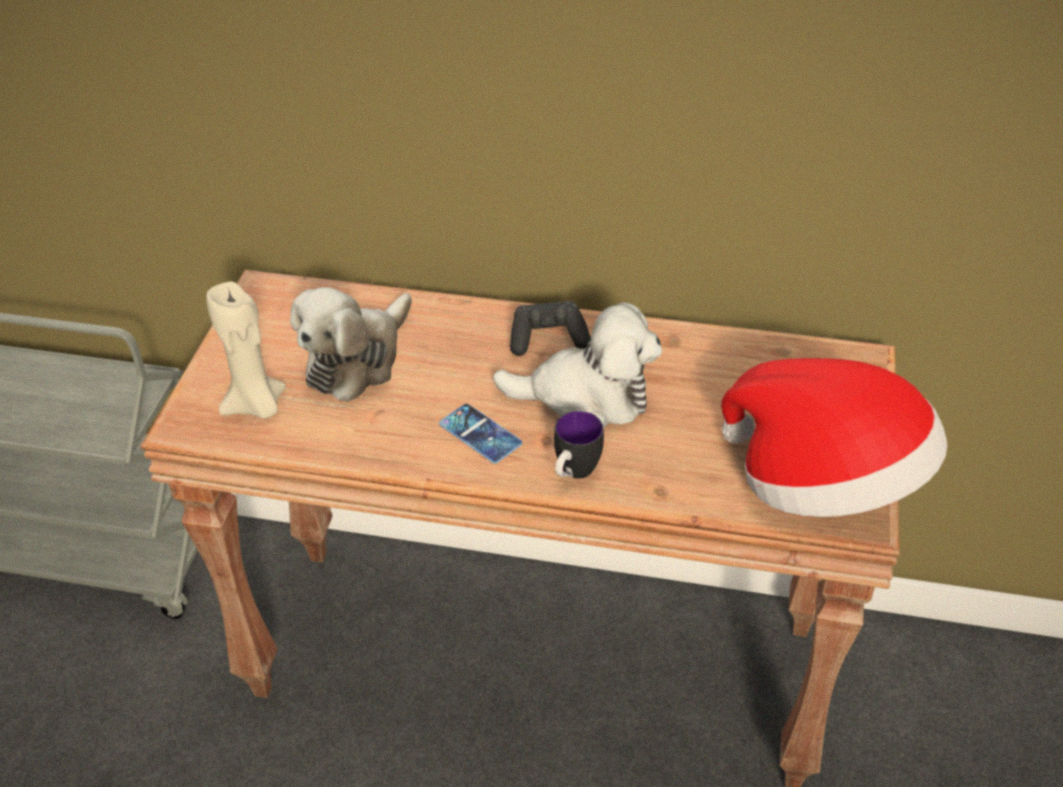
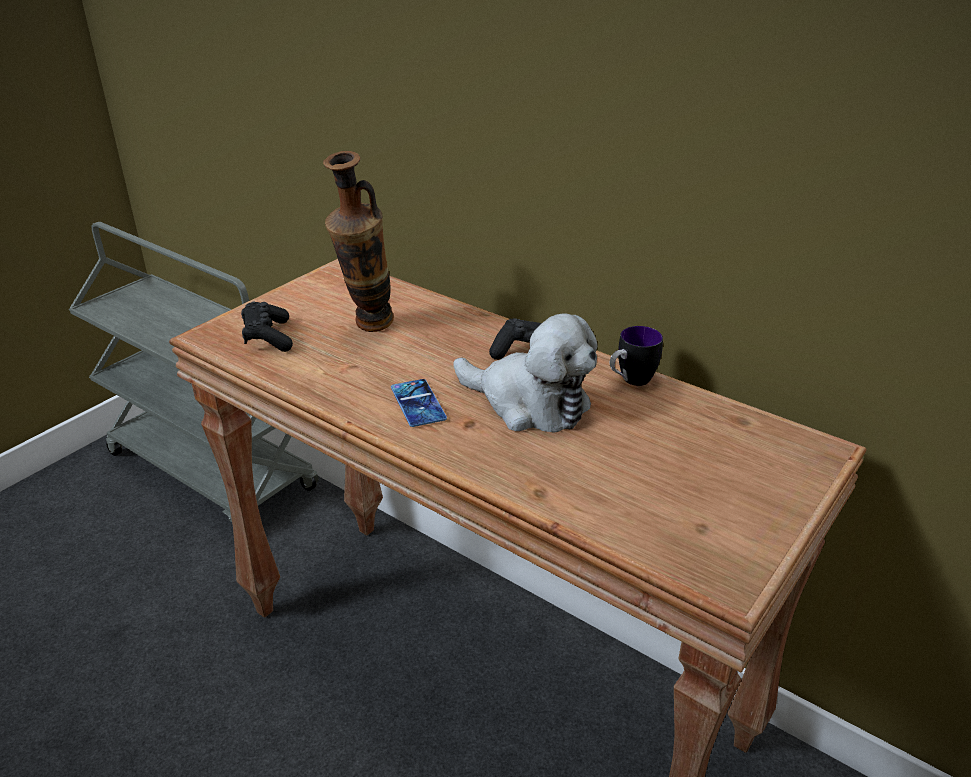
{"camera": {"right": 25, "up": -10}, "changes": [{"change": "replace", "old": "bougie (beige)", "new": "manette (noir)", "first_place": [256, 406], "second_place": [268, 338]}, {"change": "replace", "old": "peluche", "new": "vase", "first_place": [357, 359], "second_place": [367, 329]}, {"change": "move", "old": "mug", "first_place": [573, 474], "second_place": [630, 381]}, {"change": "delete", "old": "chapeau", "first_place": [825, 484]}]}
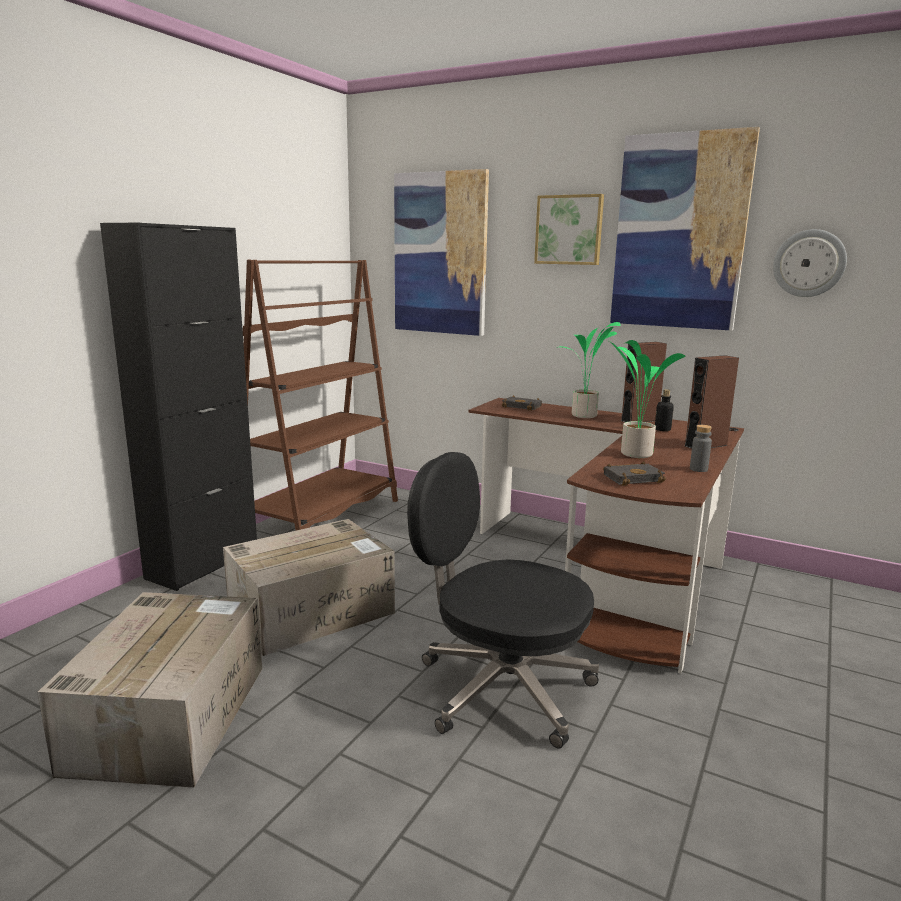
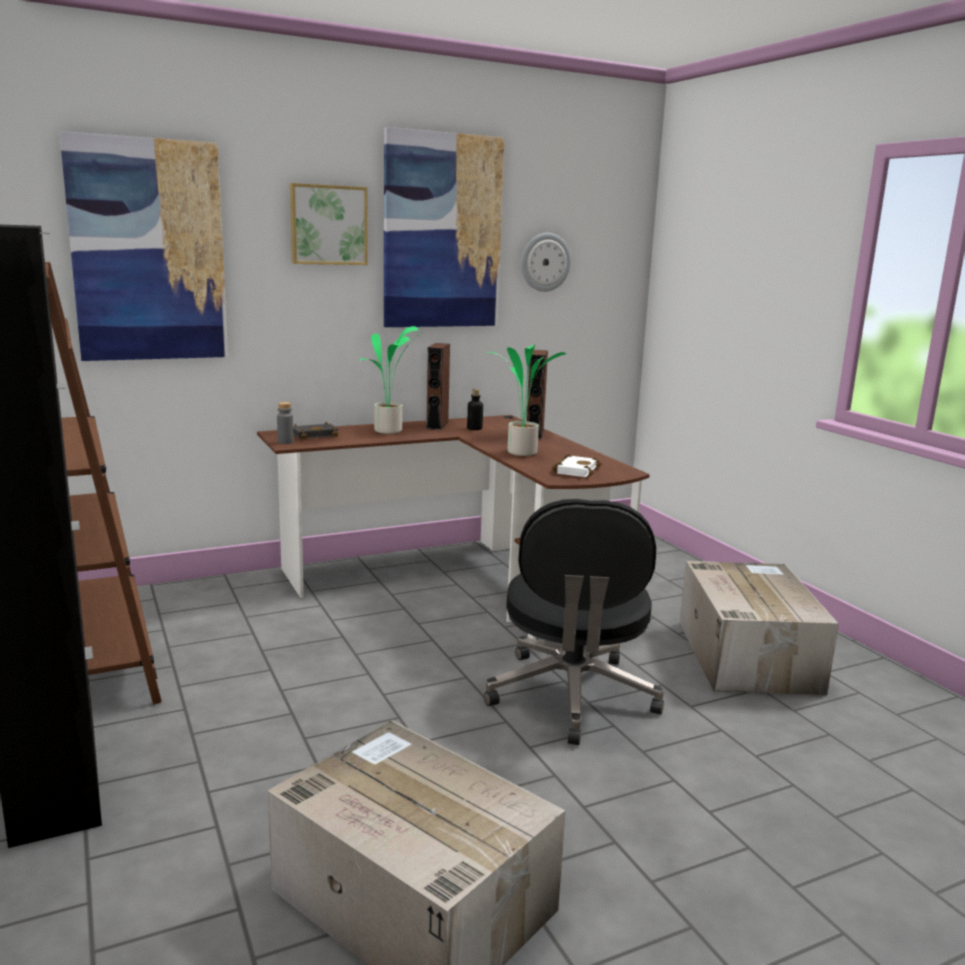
{"camera": {"right": -55, "up": 0}, "changes": [{"change": "move", "old": "bouteille (gris)", "first_place": [698, 469], "second_place": [285, 442]}, {"change": "rotate", "old": "chaise de bureau (noir)", "first_place": [501, 688], "second_place": [571, 696], "degrees": -60}, {"change": "recolor", "old": "livre (noir)", "new": "livre (blanc)", "first_place": [633, 478], "second_place": [575, 470]}, {"change": "move", "old": "carton", "first_place": [313, 610], "second_place": [746, 655]}]}
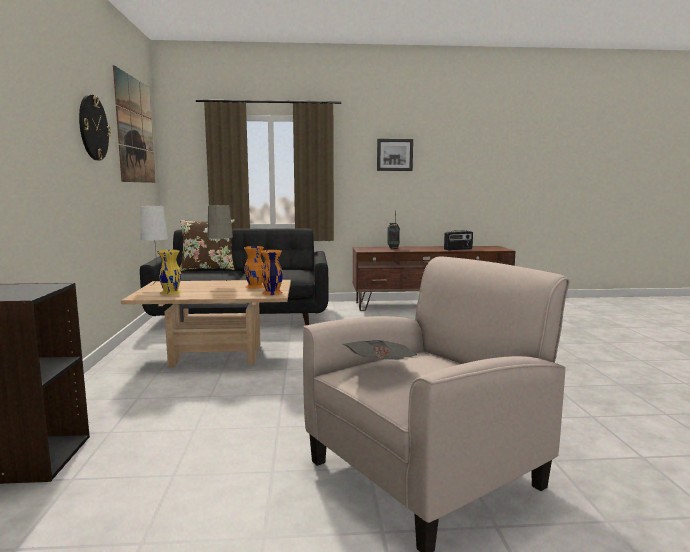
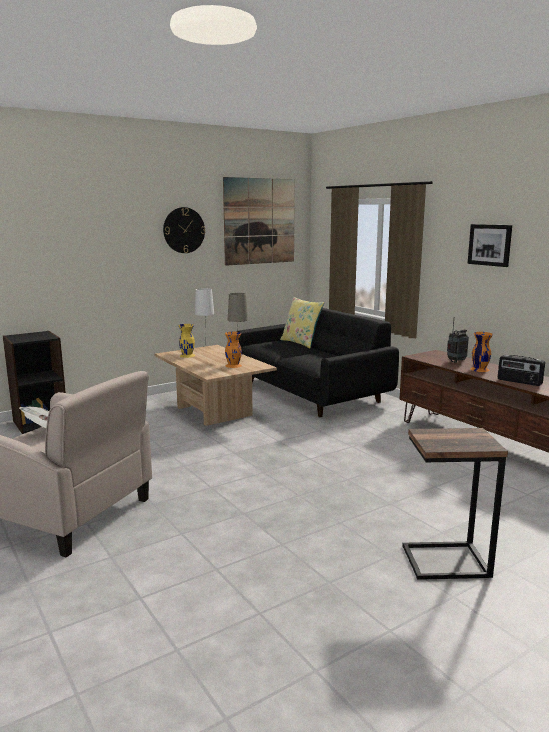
{"camera": {"right": 60, "up": 5}, "changes": [{"change": "recolor", "old": "coussin (marron)", "new": "coussin (jaune)", "first_place": [208, 269], "second_place": [301, 343]}, {"change": "insert", "new": "table d'appoint", "second_place": [446, 562]}, {"change": "move", "old": "vase (orange)", "first_place": [272, 292], "second_place": [479, 369]}]}
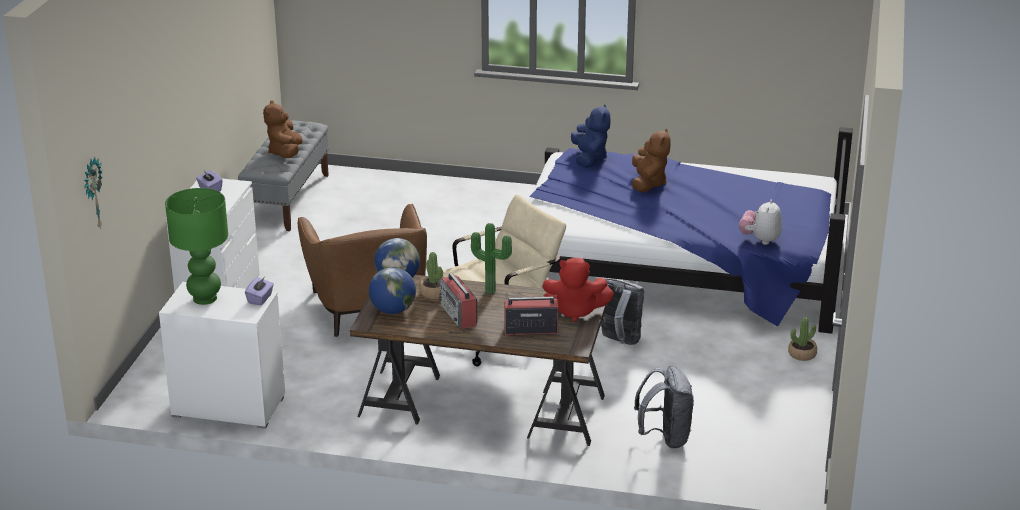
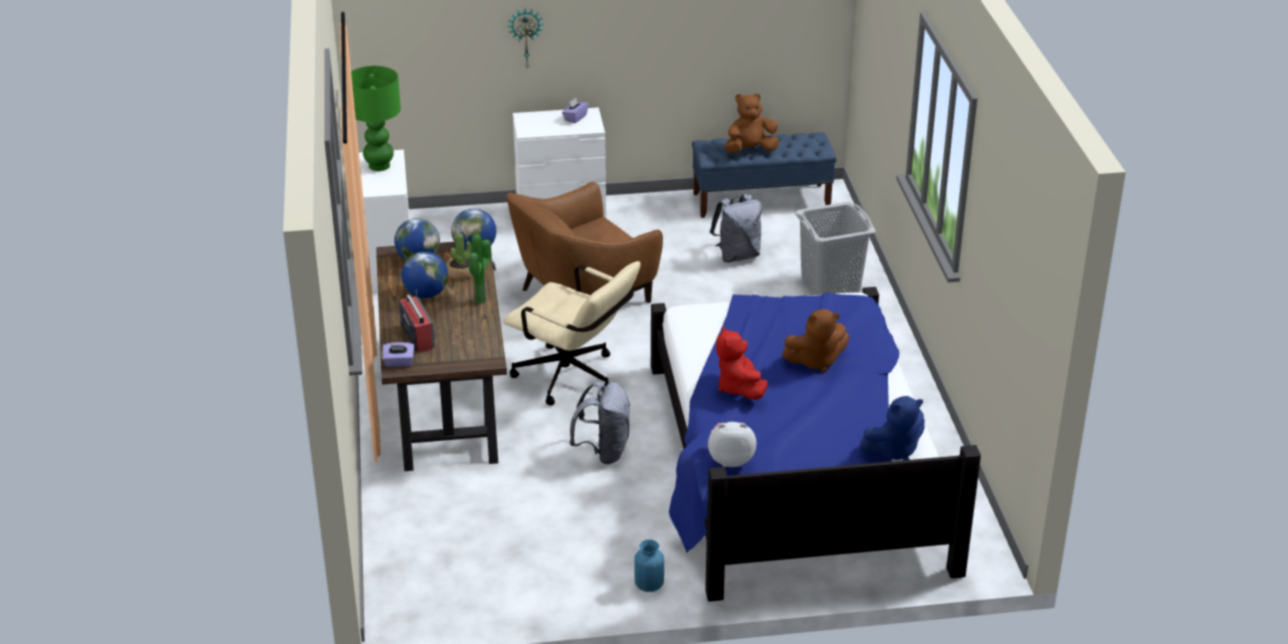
{"camera": {"right": 70, "up": 5}, "changes": [{"change": "move", "old": "boîte à mouchoirs (violet)", "first_place": [260, 299], "second_place": [399, 363]}, {"change": "replace", "old": "radio", "new": "globe", "first_place": [459, 315], "second_place": [426, 294]}, {"change": "move", "old": "horloge murale", "first_place": [92, 193], "second_place": [525, 37]}, {"change": "replace", "old": "plante en pot", "new": "vase (bleu)", "first_place": [802, 354], "second_place": [649, 585]}, {"change": "recolor", "old": "banc (gris)", "new": "banc (bleu)", "first_place": [287, 200], "second_place": [762, 200]}, {"change": "move", "old": "sac à dos (gris)", "first_place": [665, 438], "second_place": [737, 255]}, {"change": "move", "old": "peluche (rouge)", "first_place": [575, 311], "second_place": [739, 388]}, {"change": "insert", "new": "panier à linge (gris)", "second_place": [829, 287]}, {"change": "move", "old": "peluche (bleu)", "first_place": [589, 159], "second_place": [893, 450]}]}
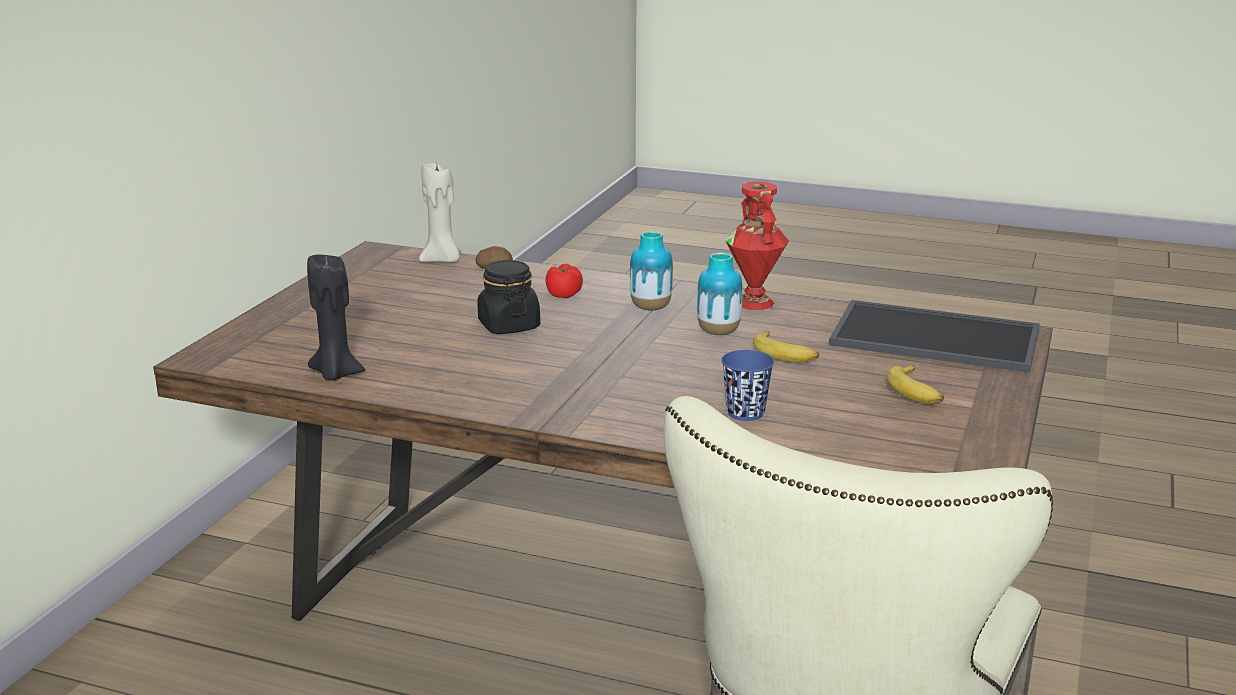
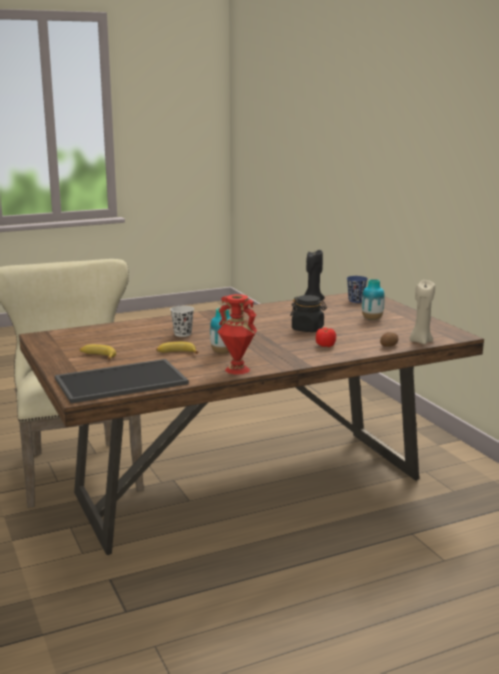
{"camera": {"right": 135, "up": -5}, "changes": [{"change": "insert", "new": "tasse (blanc)", "second_place": [182, 334]}, {"change": "move", "old": "tasse (bleu)", "first_place": [745, 413], "second_place": [356, 300]}, {"change": "move", "old": "vase", "first_place": [650, 308], "second_place": [372, 319]}]}
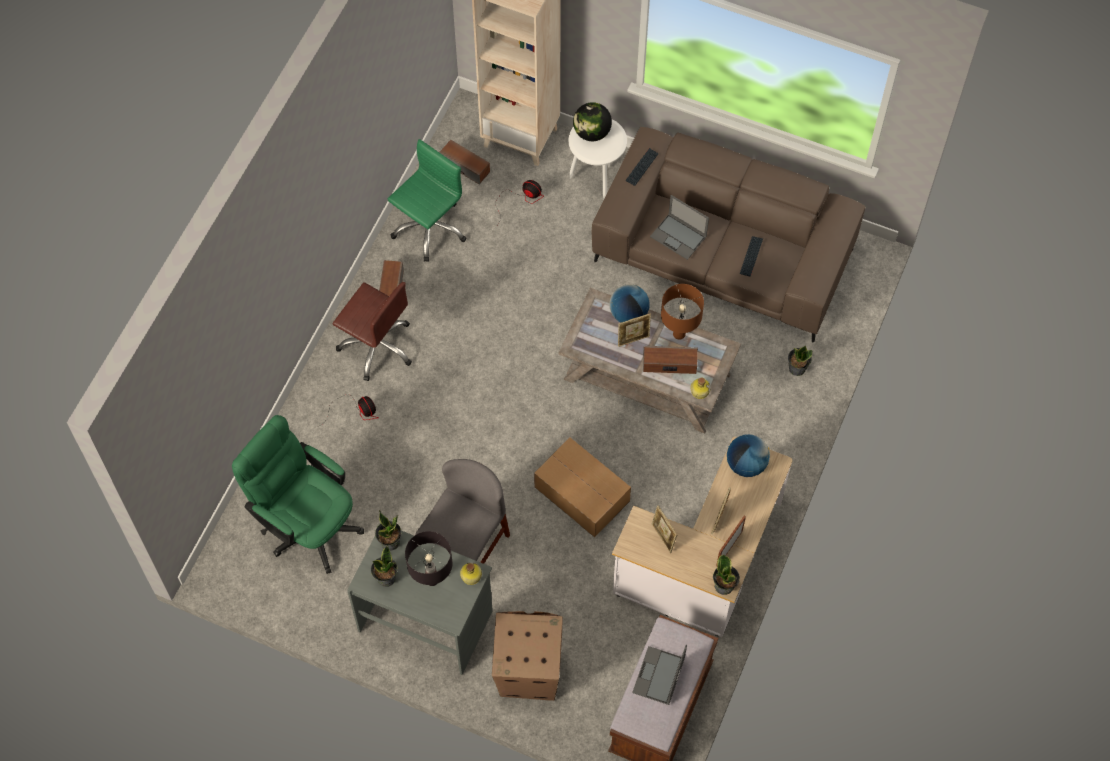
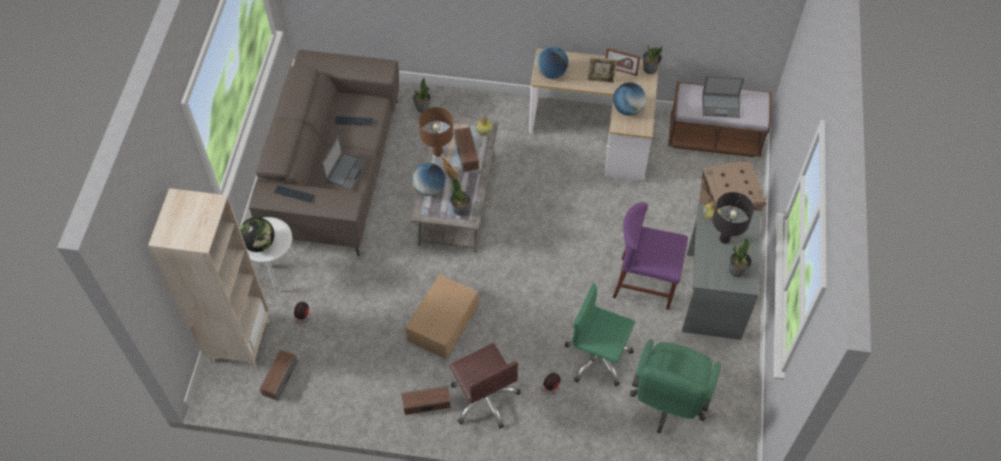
{"camera": {"right": -105, "up": -5}, "changes": [{"change": "move", "old": "carton", "first_place": [581, 492], "second_place": [442, 323]}, {"change": "rotate", "old": "chaise de bureau (marron)", "first_place": [377, 346], "second_place": [485, 398], "degrees": 135}, {"change": "move", "old": "plante en pot", "first_place": [390, 542], "second_place": [460, 209]}, {"change": "move", "old": "chaise de bureau (vert)", "first_place": [429, 228], "second_place": [597, 358]}, {"change": "replace", "old": "cadre photo", "new": "globe", "first_place": [663, 537], "second_place": [628, 109]}, {"change": "recolor", "old": "chaise (gris)", "new": "chaise (violet)", "first_place": [466, 550], "second_place": [645, 283]}]}
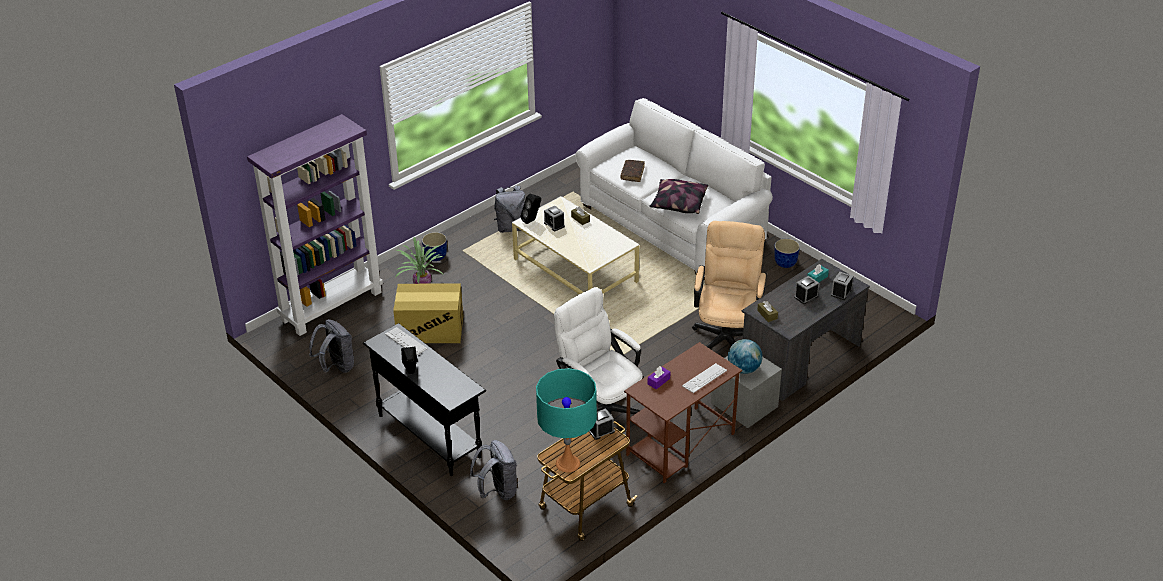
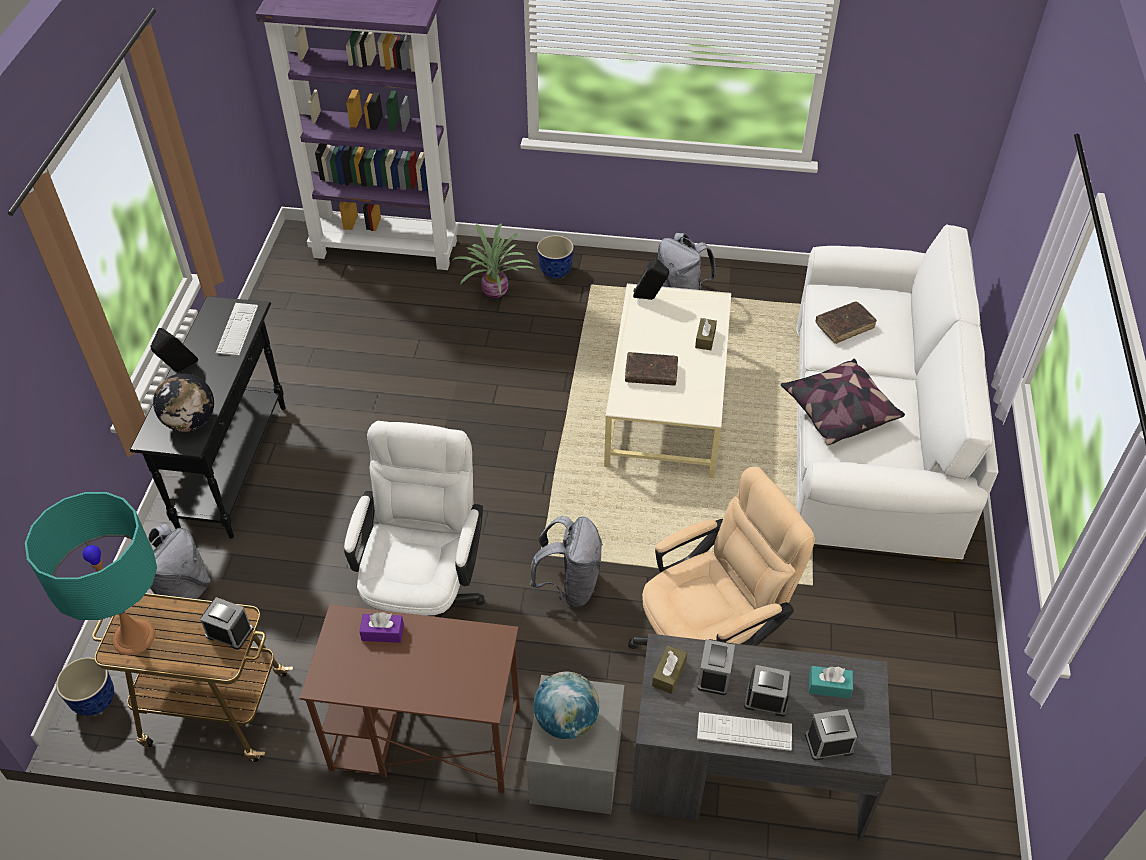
{"camera": {"right": 50, "up": 10}, "changes": [{"change": "move", "old": "cache-pot", "first_place": [786, 263], "second_place": [95, 701]}, {"change": "insert", "new": "globe", "second_place": [190, 422]}, {"change": "move", "old": "sac à dos (gris)", "first_place": [336, 367], "second_place": [570, 585]}, {"change": "insert", "new": "livre (marron)", "second_place": [651, 374]}, {"change": "move", "old": "réveil", "first_place": [554, 225], "second_place": [714, 675]}, {"change": "move", "old": "clavier", "first_place": [704, 378], "second_place": [744, 732]}, {"change": "delete", "old": "carton", "first_place": [430, 329]}]}
